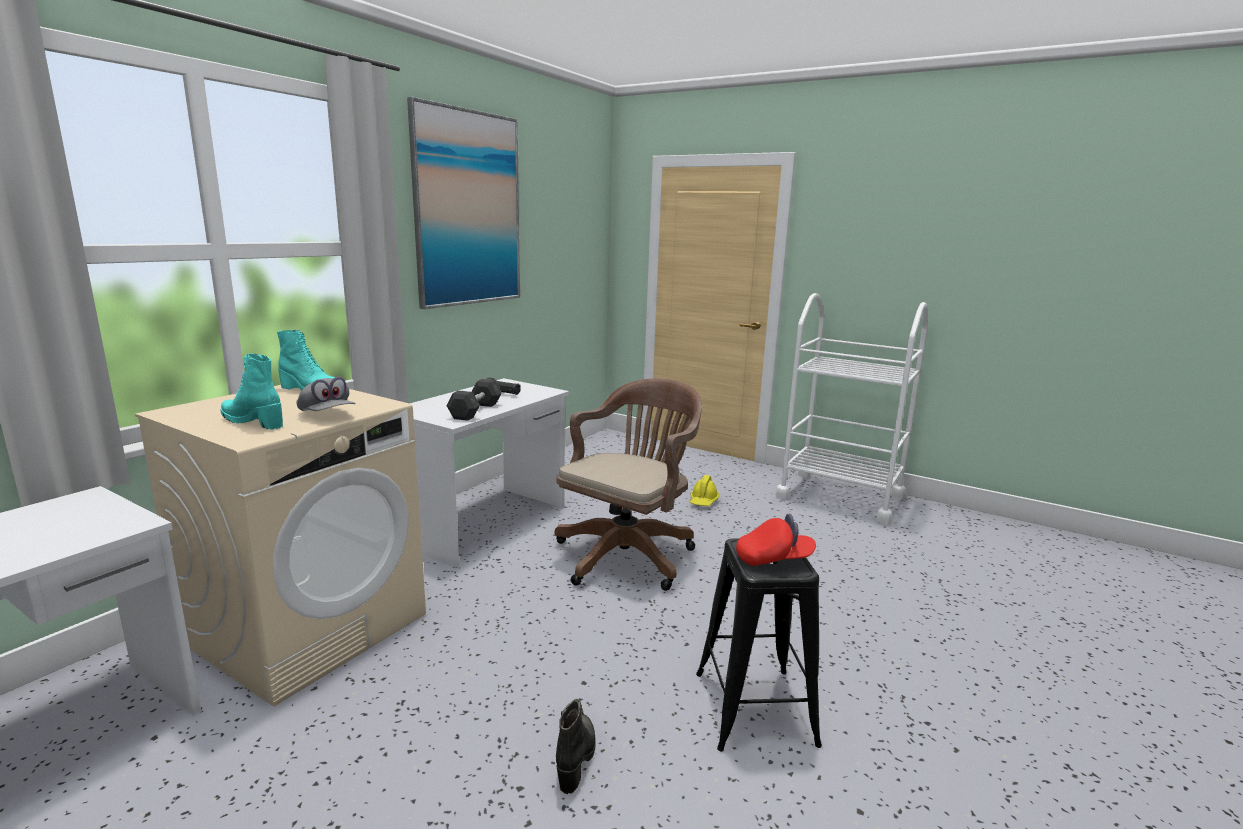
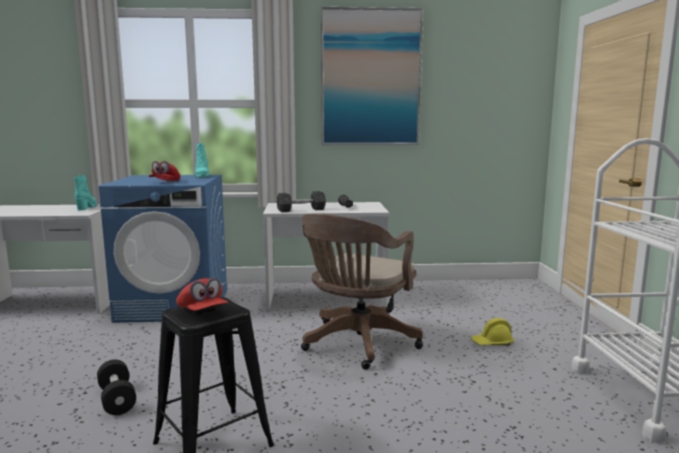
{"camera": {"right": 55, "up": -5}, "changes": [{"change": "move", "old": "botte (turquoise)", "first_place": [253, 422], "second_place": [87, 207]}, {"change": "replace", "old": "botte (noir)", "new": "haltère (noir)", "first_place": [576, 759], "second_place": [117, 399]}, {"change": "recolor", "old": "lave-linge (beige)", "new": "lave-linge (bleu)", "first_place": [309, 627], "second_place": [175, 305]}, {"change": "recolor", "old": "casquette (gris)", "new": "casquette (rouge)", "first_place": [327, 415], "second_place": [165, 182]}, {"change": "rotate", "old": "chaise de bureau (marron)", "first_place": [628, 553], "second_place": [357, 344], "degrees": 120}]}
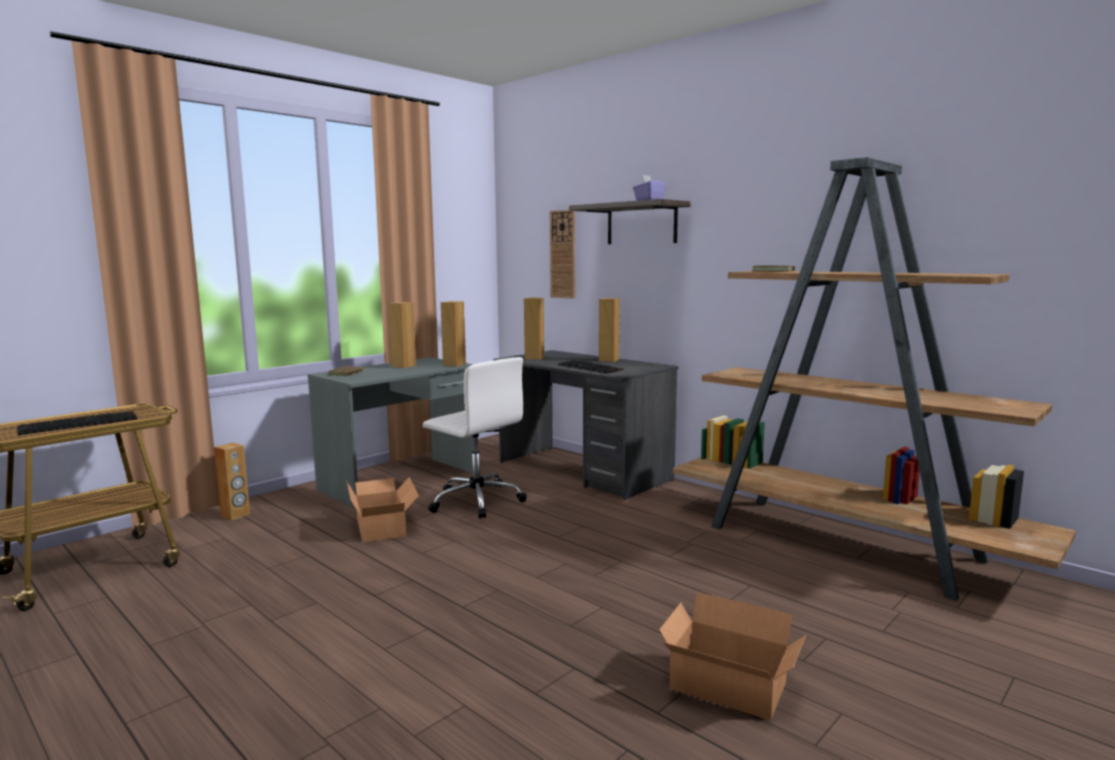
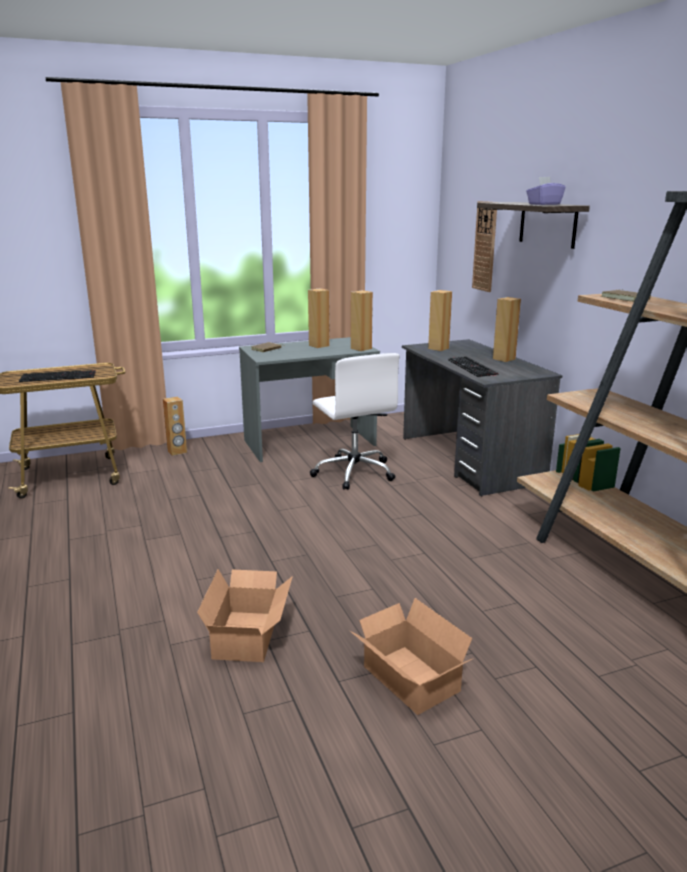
{"camera": {"right": 25, "up": 10}, "changes": [{"change": "move", "old": "carton", "first_place": [383, 526], "second_place": [250, 635]}]}
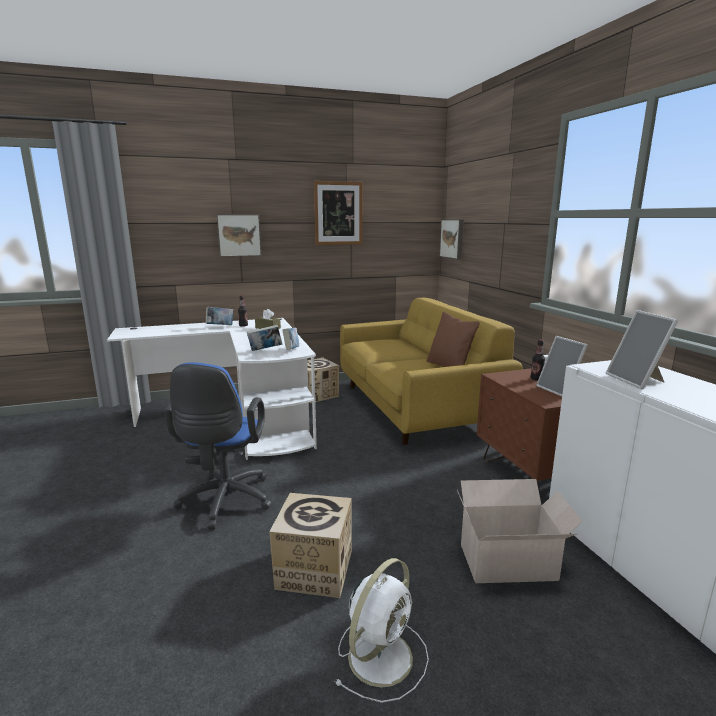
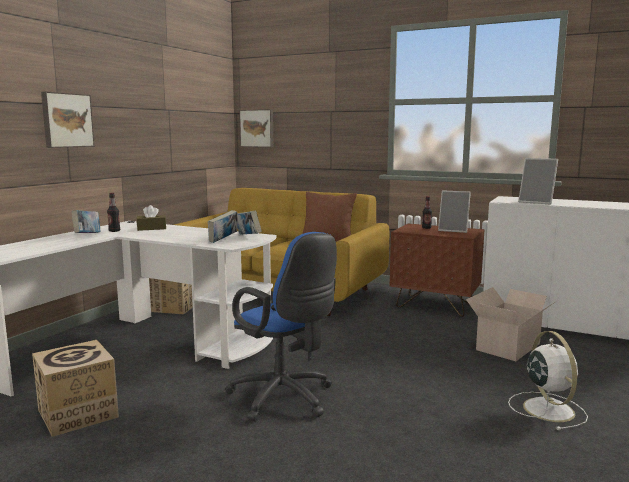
{"camera": {"right": -45, "up": -5}, "changes": [{"change": "move", "old": "carton", "first_place": [314, 570], "second_place": [78, 413]}, {"change": "delete", "old": "tableau", "first_place": [338, 213]}]}
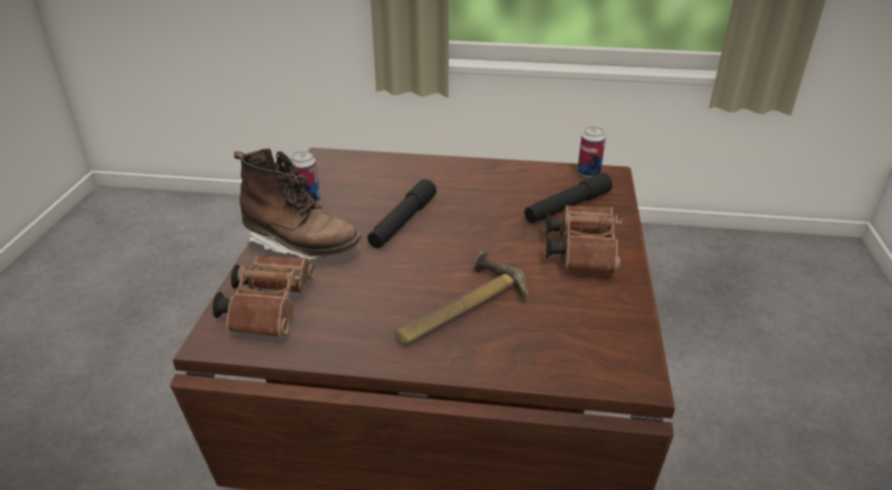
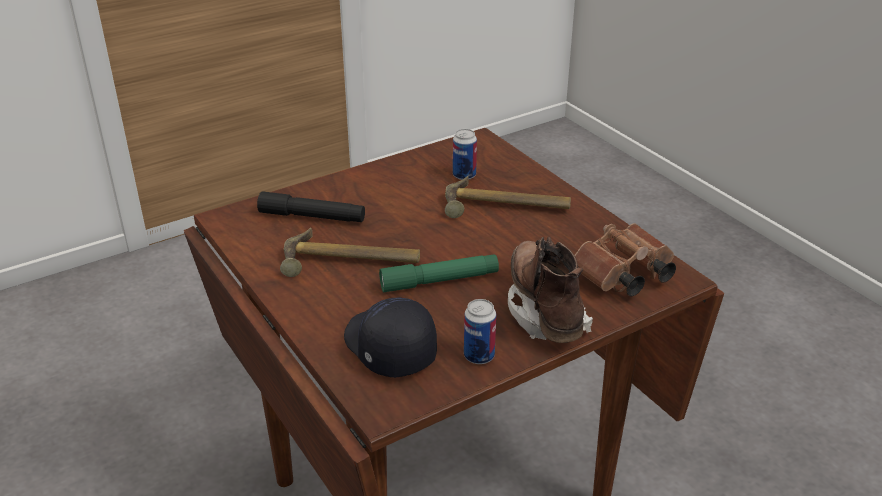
{"camera": {"right": -130, "up": 0}, "changes": [{"change": "insert", "new": "marteau", "second_place": [350, 263]}, {"change": "insert", "new": "casquette (noir)", "second_place": [388, 348]}, {"change": "recolor", "old": "lampe de poche (noir)", "new": "lampe de poche (vert)", "first_place": [403, 222], "second_place": [439, 281]}, {"change": "move", "old": "boîte métallique", "first_place": [588, 173], "second_place": [464, 175]}, {"change": "delete", "old": "jumelles (marron)", "first_place": [581, 251]}]}
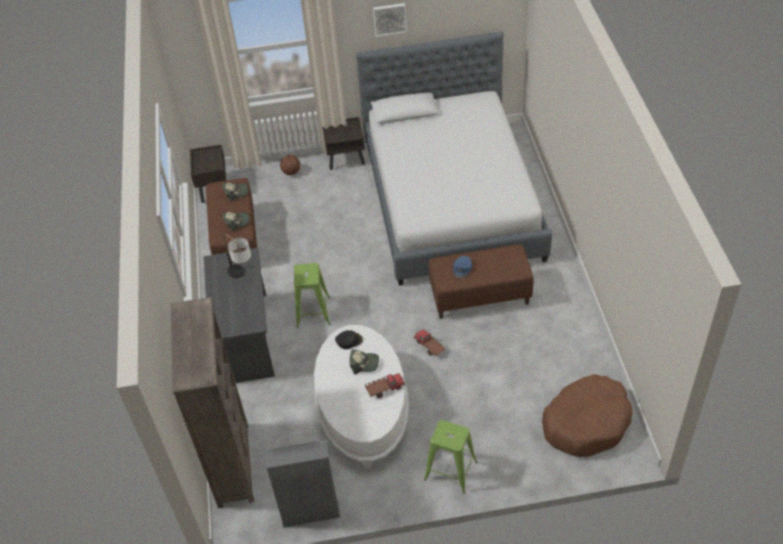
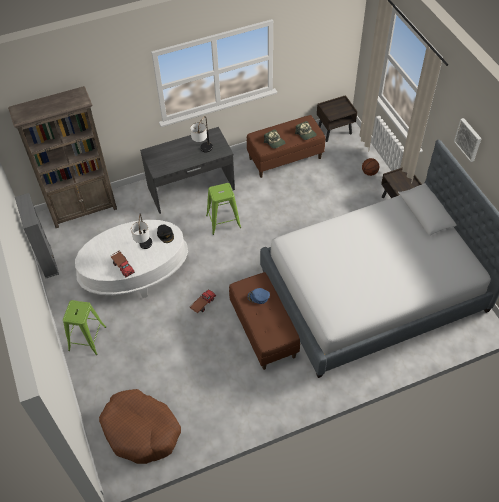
{"camera": {"right": 75, "up": 5}, "changes": [{"change": "replace", "old": "casquette", "new": "lampe de table", "first_place": [364, 363], "second_place": [145, 249]}]}
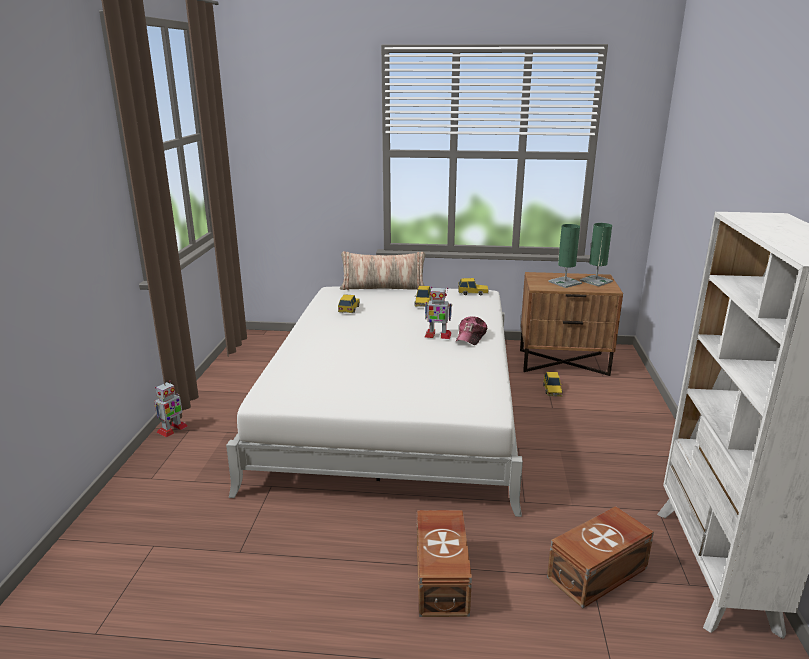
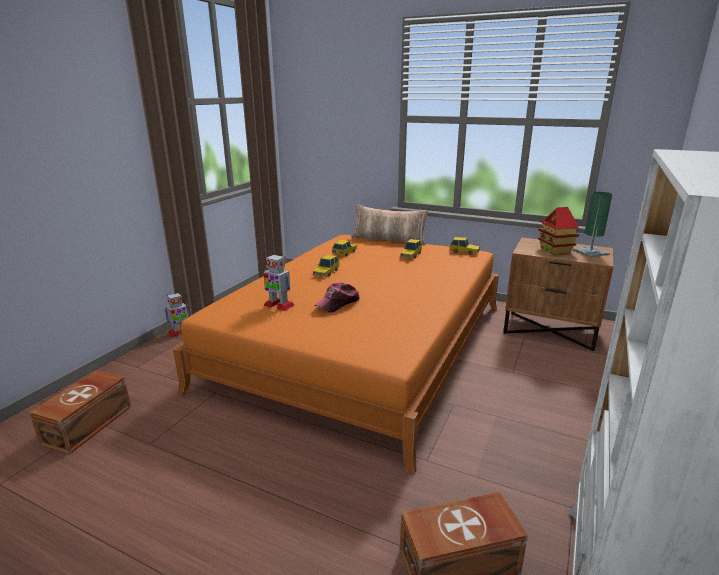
{"camera": {"right": 20, "up": 0}, "changes": [{"change": "move", "old": "boîte de rangement (marron)", "first_place": [442, 578], "second_place": [89, 424]}, {"change": "recolor", "old": "lit (blanc)", "new": "lit (orange)", "first_place": [394, 407], "second_place": [362, 345]}, {"change": "move", "old": "robot jouet", "first_place": [437, 335], "second_place": [278, 305]}, {"change": "move", "old": "petite voiture", "first_place": [552, 390], "second_place": [326, 272]}, {"change": "move", "old": "casquette", "first_place": [471, 336], "second_place": [338, 303]}, {"change": "replace", "old": "lampe de table (vert)", "new": "maison miniature", "first_place": [565, 282], "second_place": [555, 250]}]}
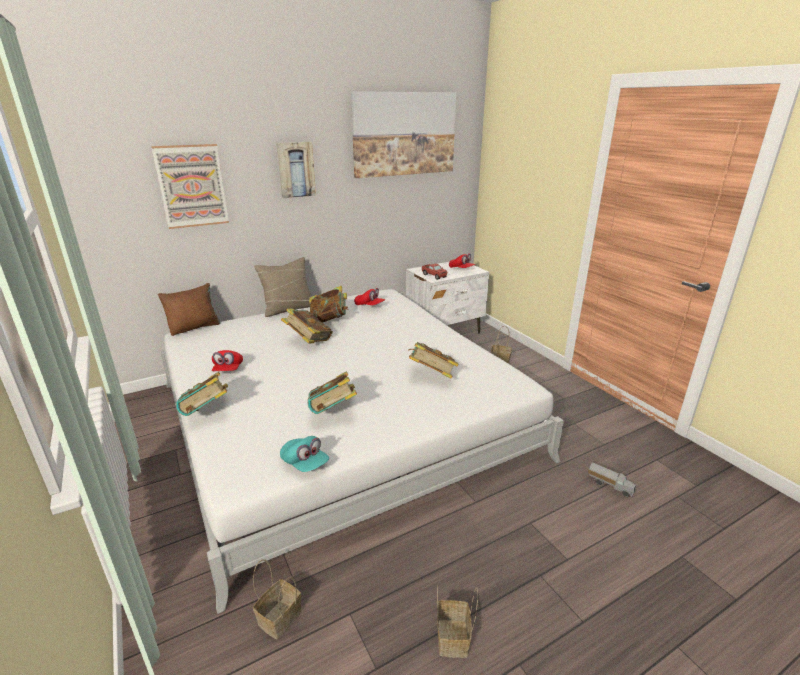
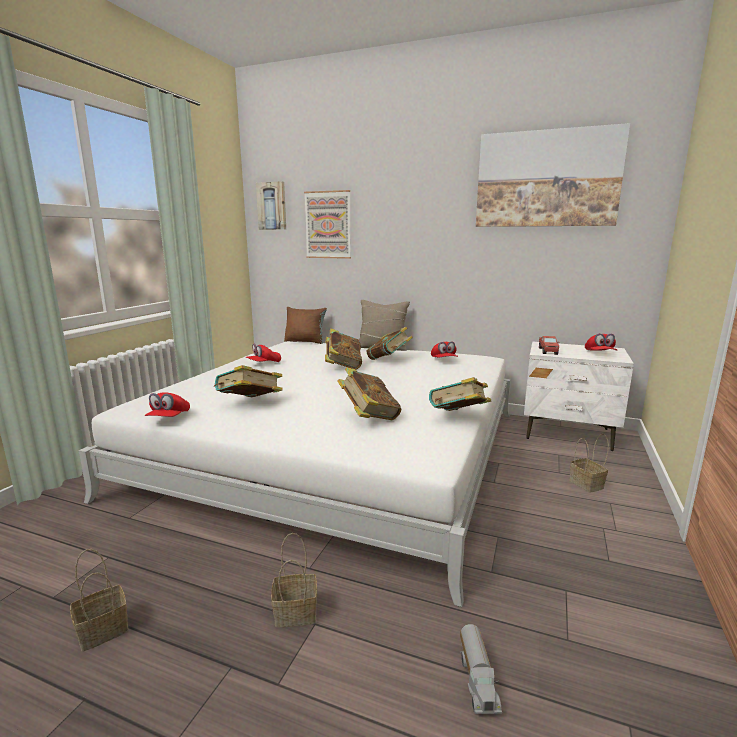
{"camera": {"right": 50, "up": -10}, "changes": [{"change": "recolor", "old": "casquette (turquoise)", "new": "casquette (rouge)", "first_place": [305, 463], "second_place": [169, 418]}, {"change": "move", "old": "tableau", "first_place": [296, 169], "second_place": [272, 206]}, {"change": "move", "old": "panier", "first_place": [279, 619], "second_place": [294, 614]}, {"change": "move", "old": "livre", "first_place": [207, 413], "second_place": [459, 418]}]}
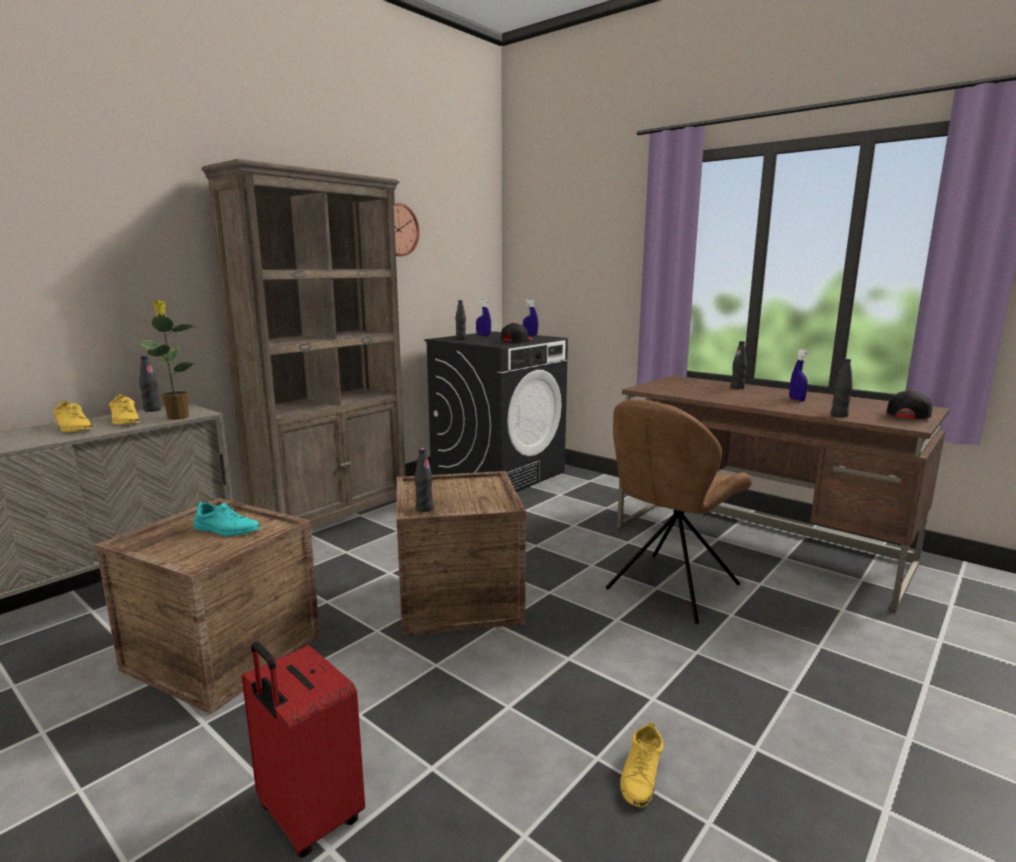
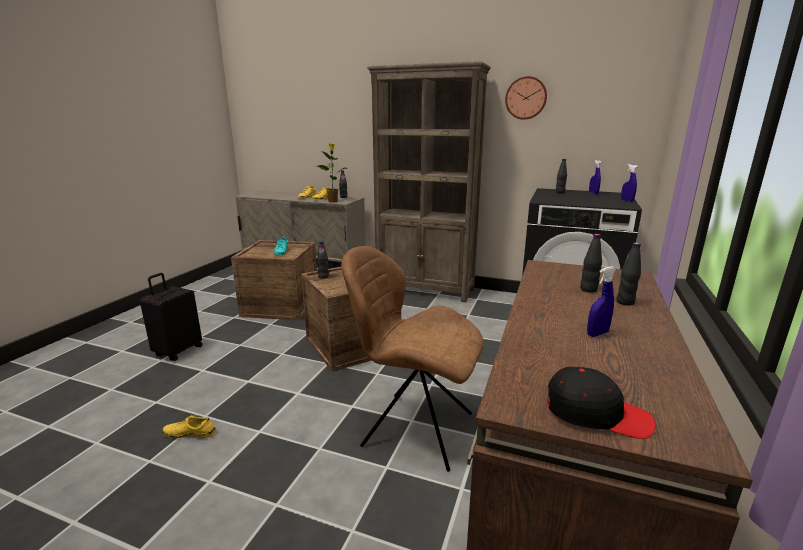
{"camera": {"right": 70, "up": 5}, "changes": [{"change": "recolor", "old": "valise (rouge)", "new": "valise (noir)", "first_place": [307, 817], "second_place": [178, 351]}, {"change": "move", "old": "bouteille (noir)", "first_place": [839, 415], "second_place": [588, 289]}, {"change": "delete", "old": "casquette (noir)", "first_place": [517, 340]}]}
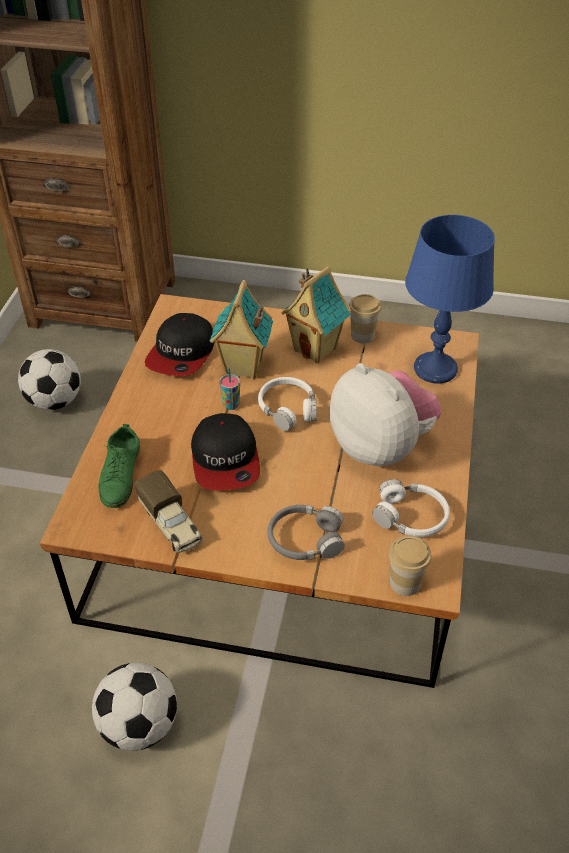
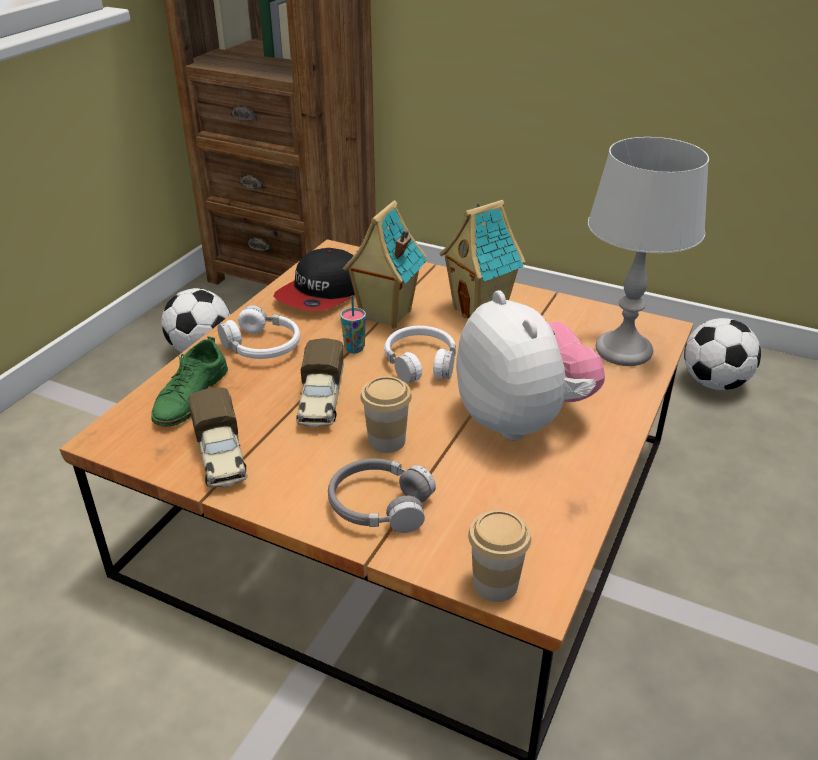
{"camera": {"right": 15, "up": -10}, "changes": [{"change": "move", "old": "casque audio (blanc)", "first_place": [410, 517], "second_place": [262, 346]}, {"change": "replace", "old": "casquette", "new": "camion jouet", "first_place": [226, 460], "second_place": [321, 402]}, {"change": "move", "old": "tasse", "first_place": [362, 335], "second_place": [386, 440]}, {"change": "recolor", "old": "lampe de table (bleu)", "new": "lampe de table (gris)", "first_place": [435, 369], "second_place": [624, 350]}, {"change": "move", "old": "ballon de foot", "first_place": [139, 725], "second_place": [714, 383]}]}
